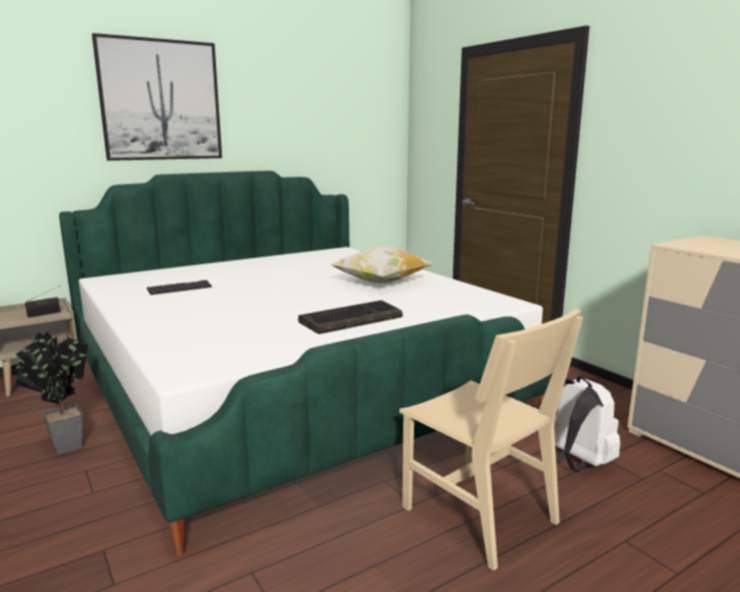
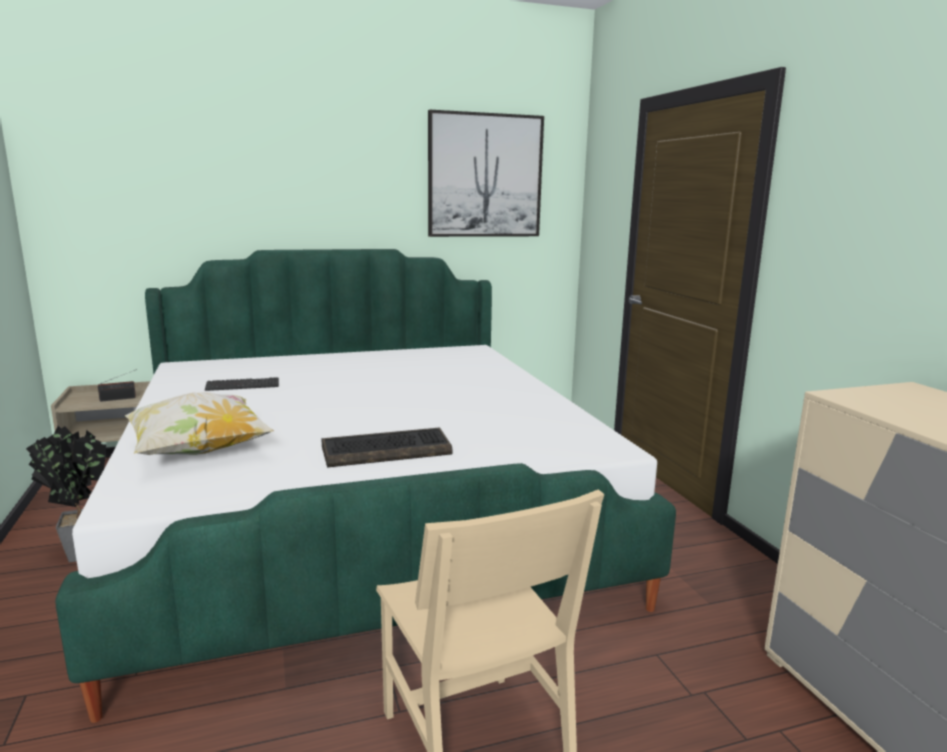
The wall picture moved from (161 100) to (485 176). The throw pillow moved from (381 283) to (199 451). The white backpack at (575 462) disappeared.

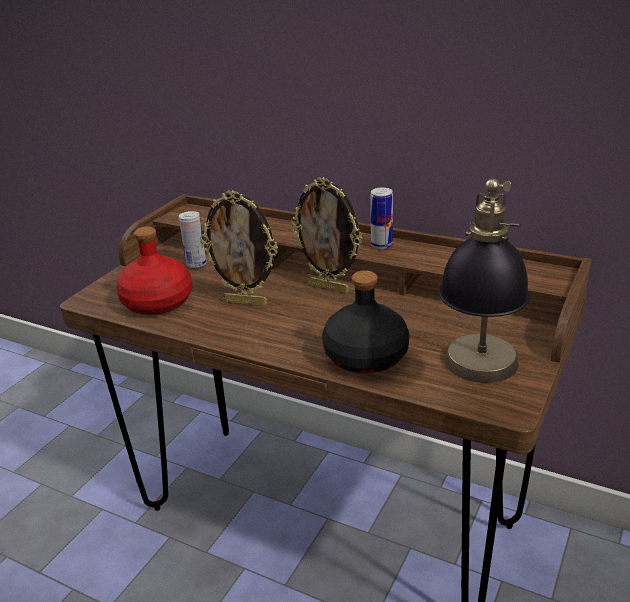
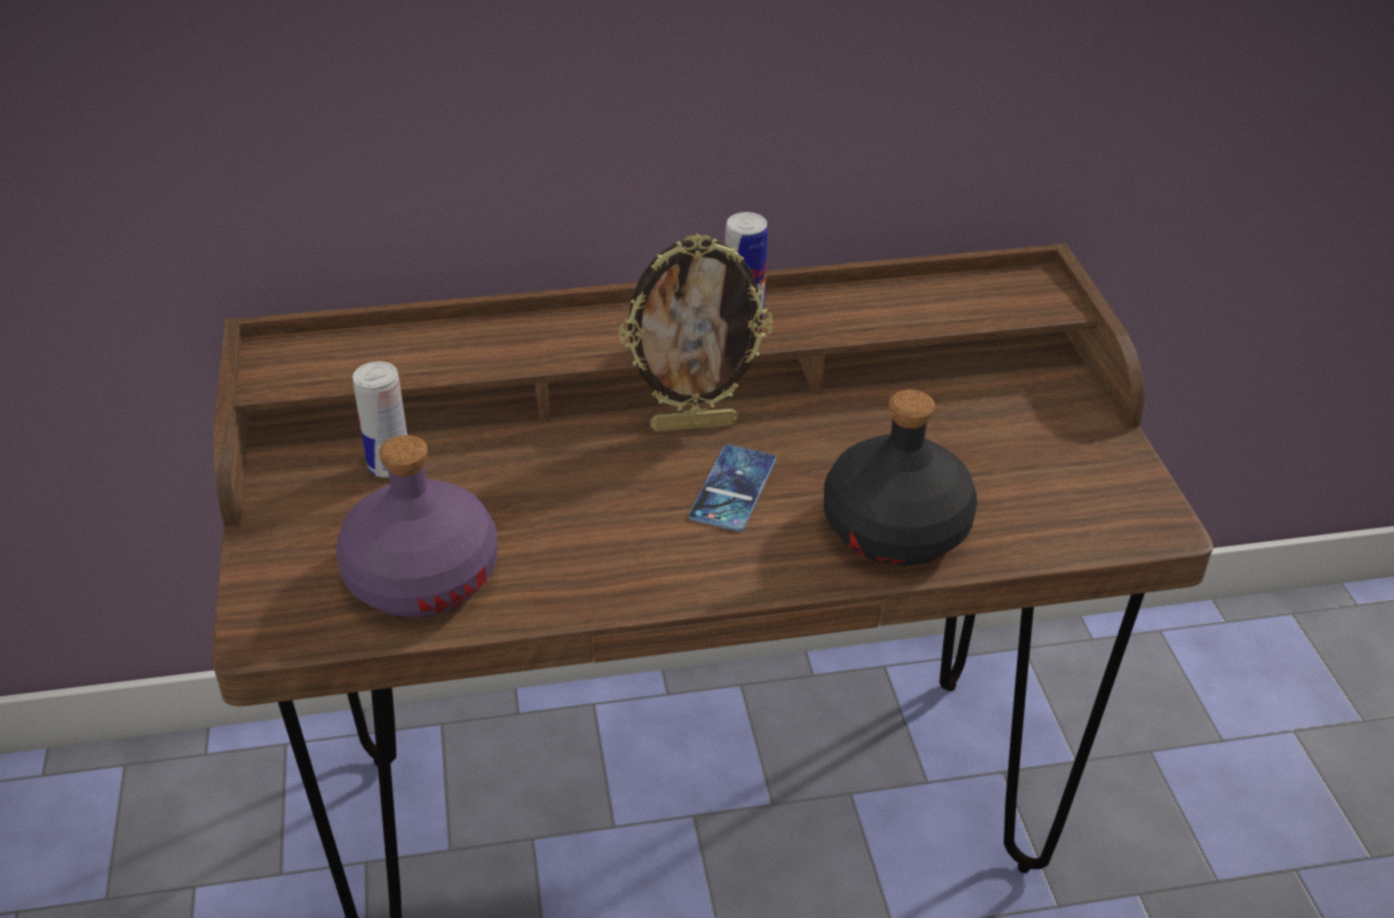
The tabletop lamp at (478 380) disappeared. The standing frame at (246 302) disappeared. The red drink bottle at (158 302) became the purplish drink bottle at (421 575). The handset at (733 488) appeared.

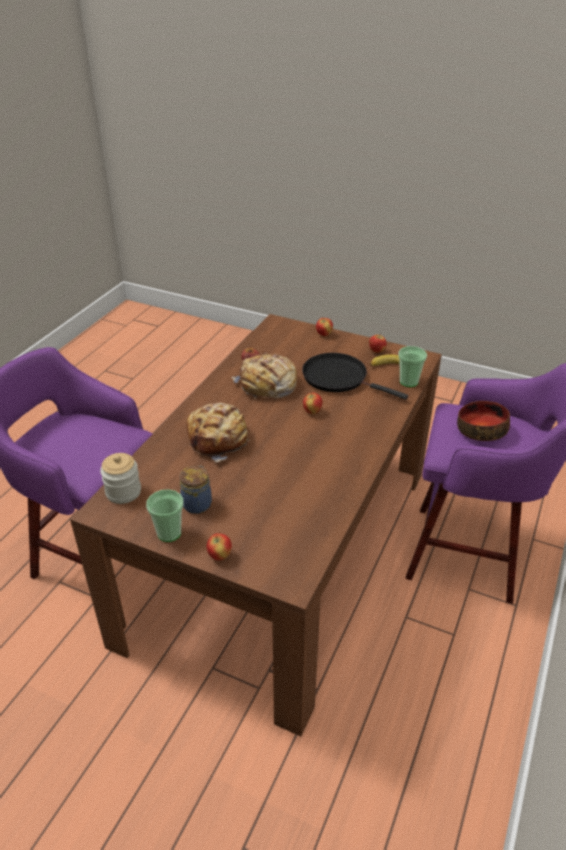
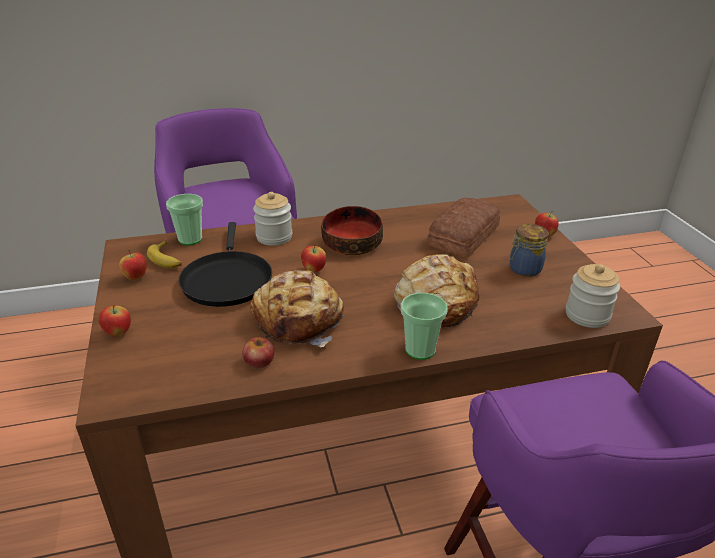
The bowl moved from (481 429) to (351 243). The small cup moved from (169 533) to (420 350). The jar at (274 237) appeared. The bakery bread at (465 236) appeared.

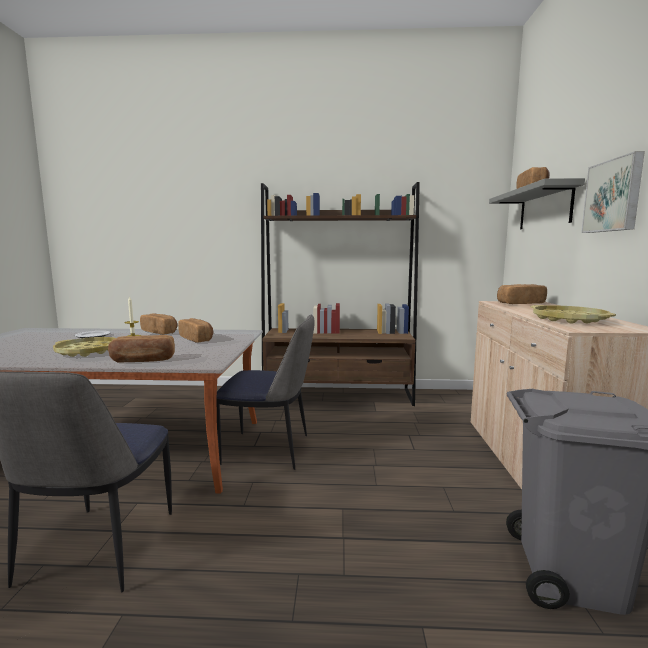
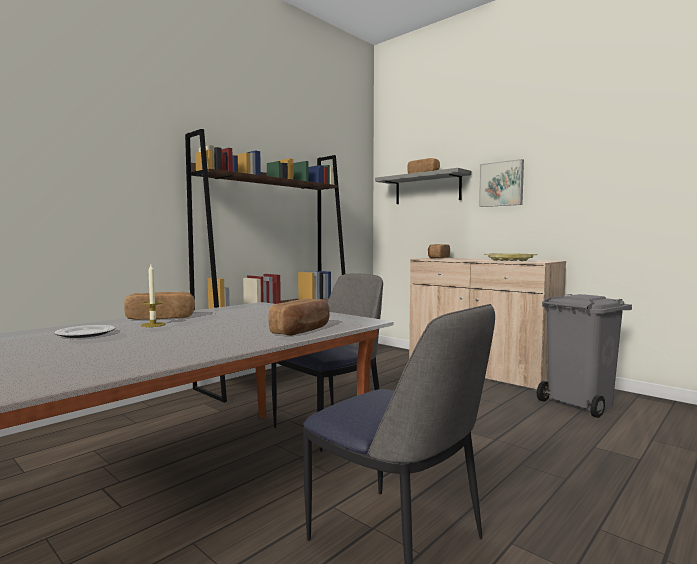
The bakery bread at (197 339) disappeared. The yellow-coloured carrying tray at (88 351) disappeared.

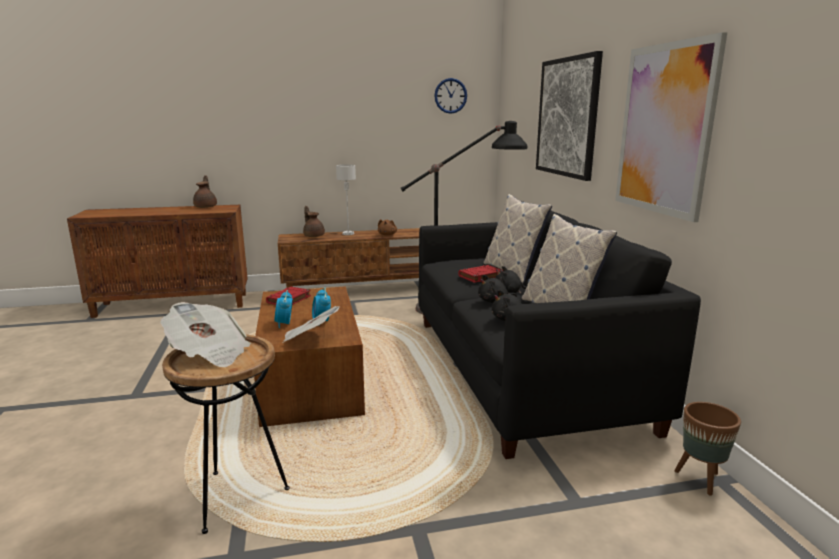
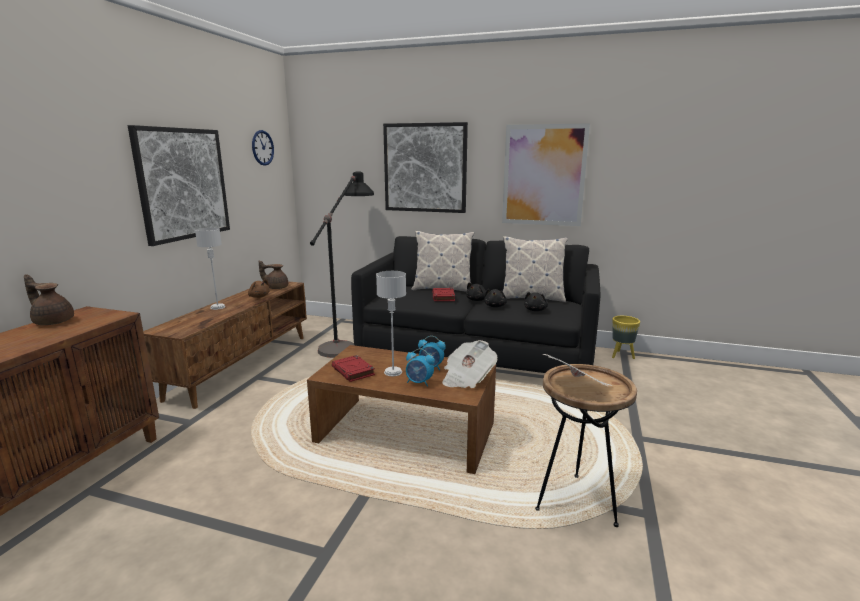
The brownish tea pot moved from (313 236) to (276 287). The brownish planter at (700 480) became the yellow-coloured planter at (621 356). The wall picture at (183 184) appeared. The greyish tabletop lamp at (392 372) appeared.

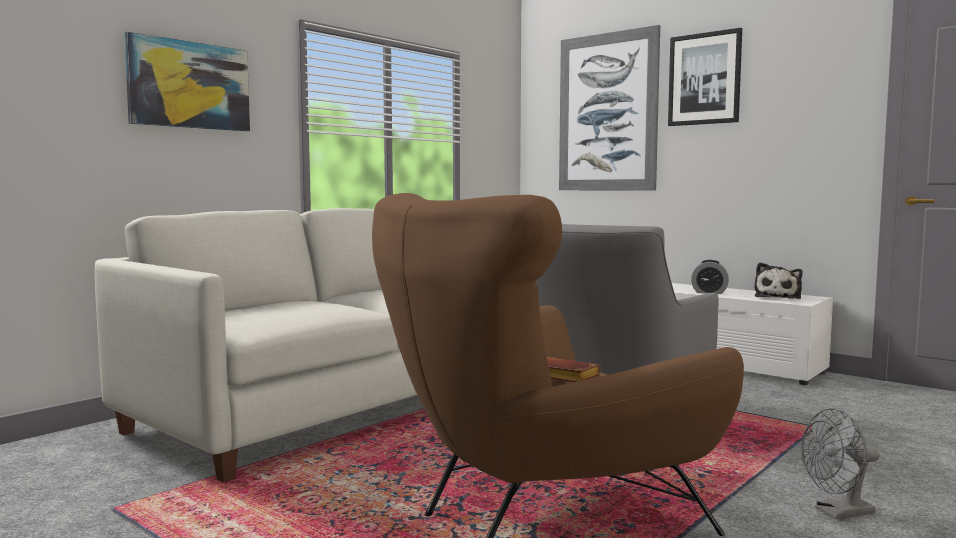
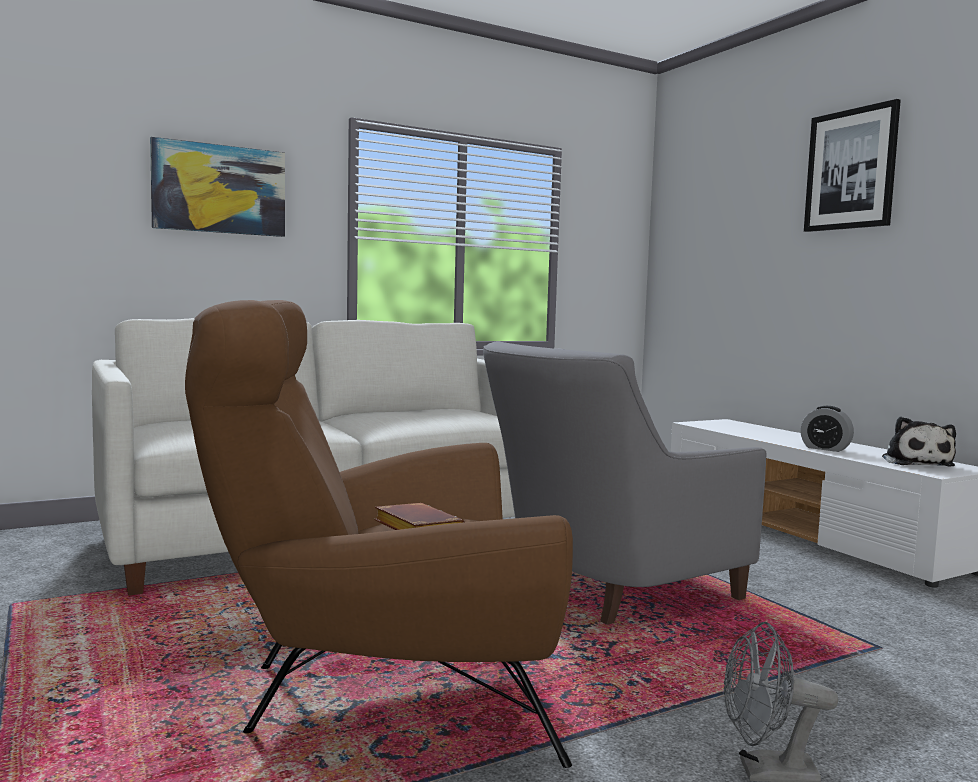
The wall picture at (607 112) disappeared. The soft toy at (778 297) turned 45 degrees counterclockwise.

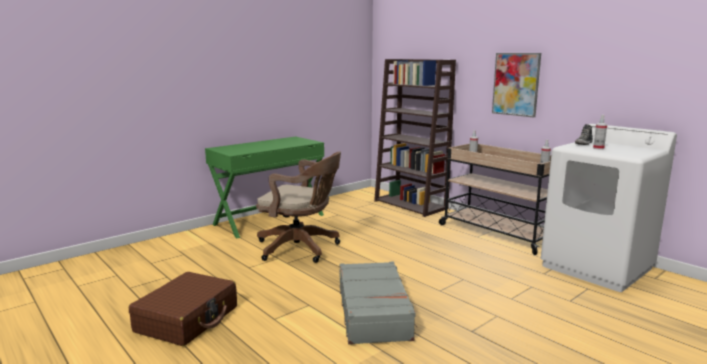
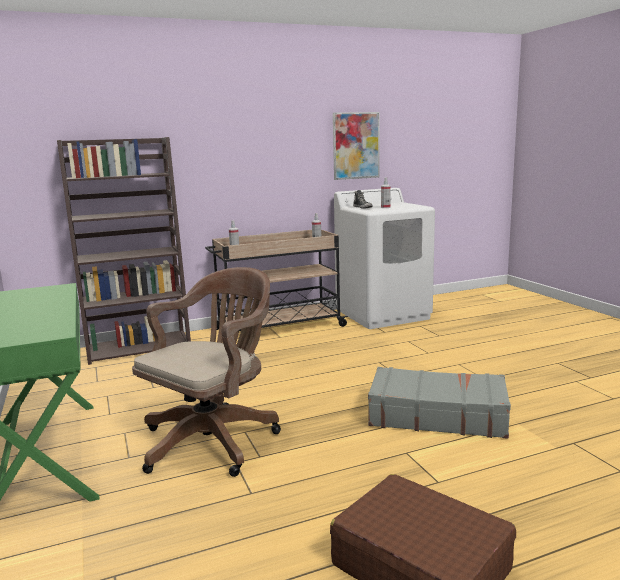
The wall picture moved from (516 84) to (356 145).

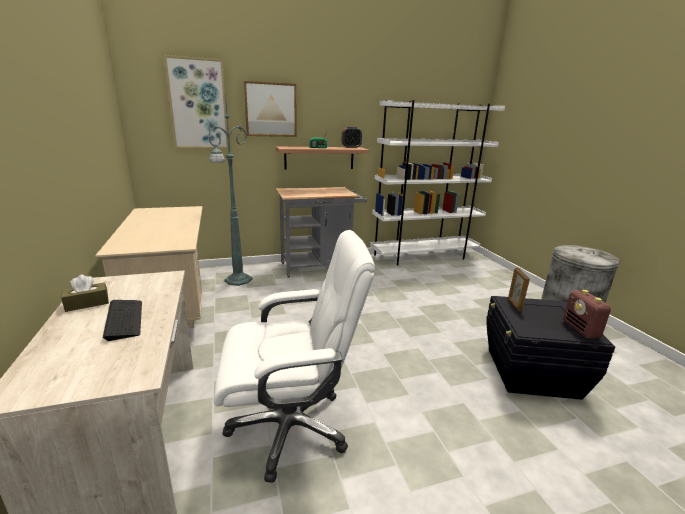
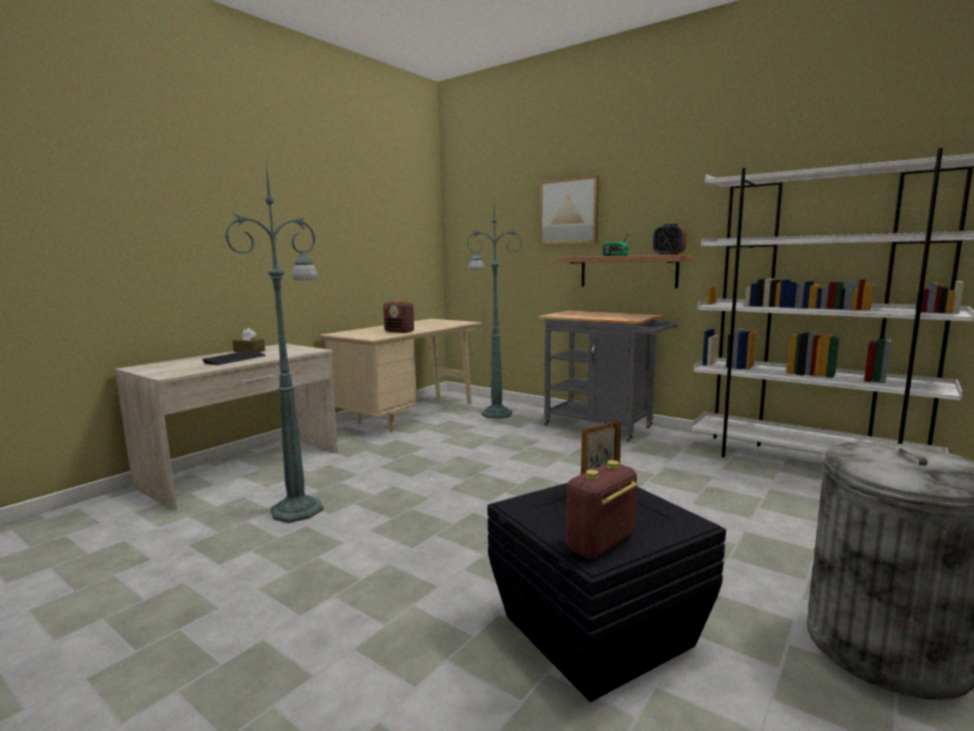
The wall picture at (198 104) disappeared. The white office chair at (291 426) was replaced by the green-coloured standing lamp at (300 509). The radio set at (399 331) appeared.

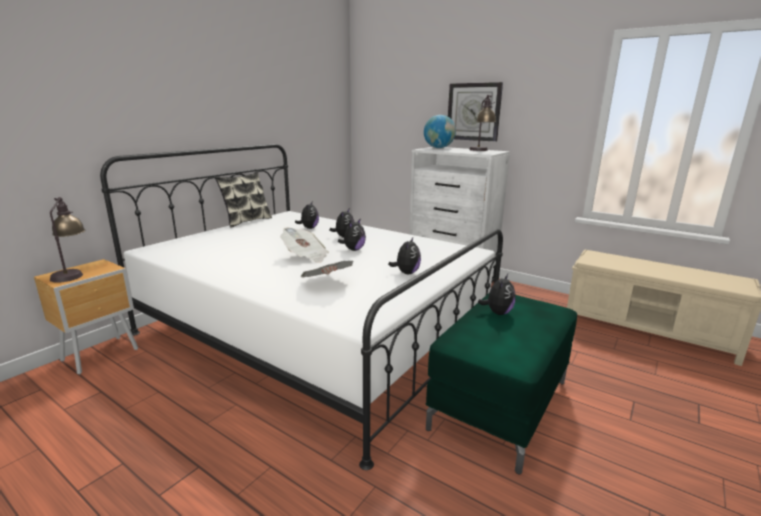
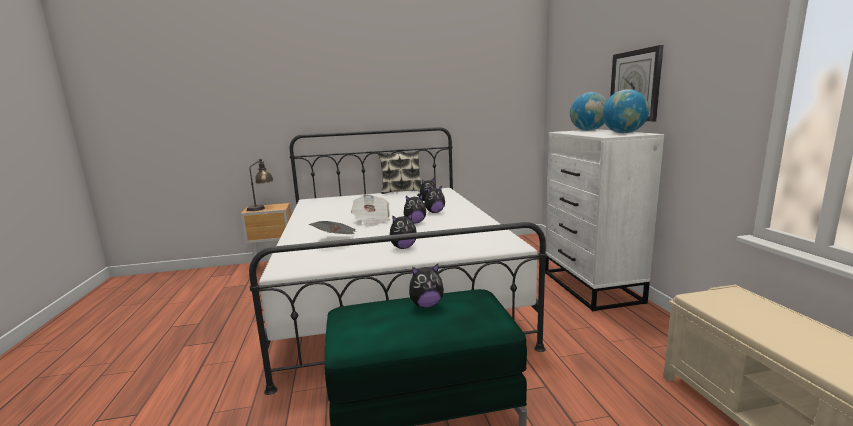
The tabletop lamp at (481 150) was replaced by the globe at (623 133).

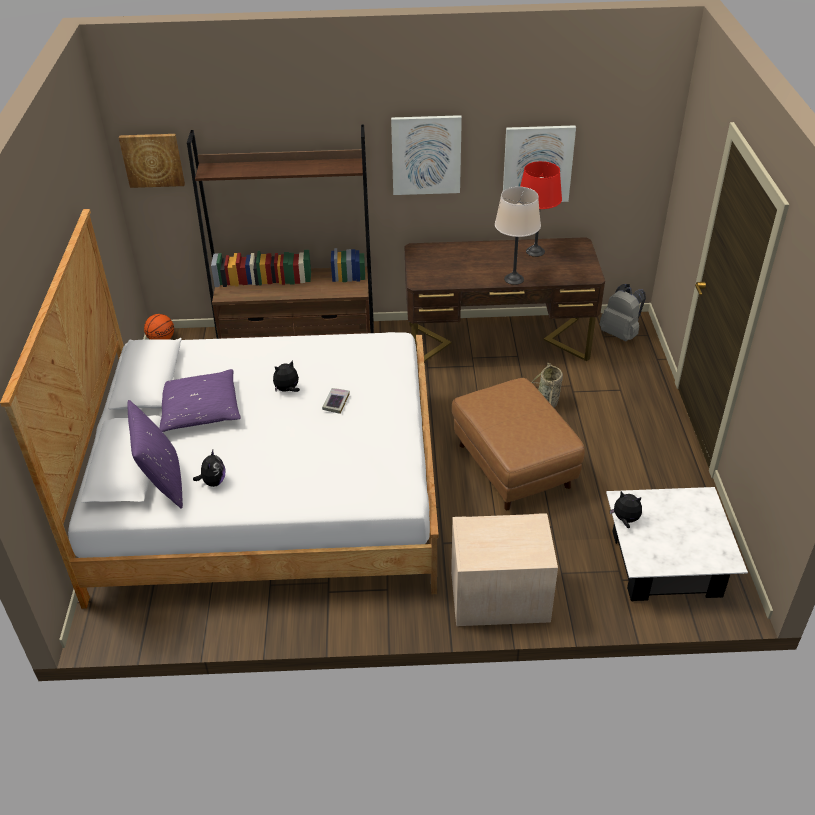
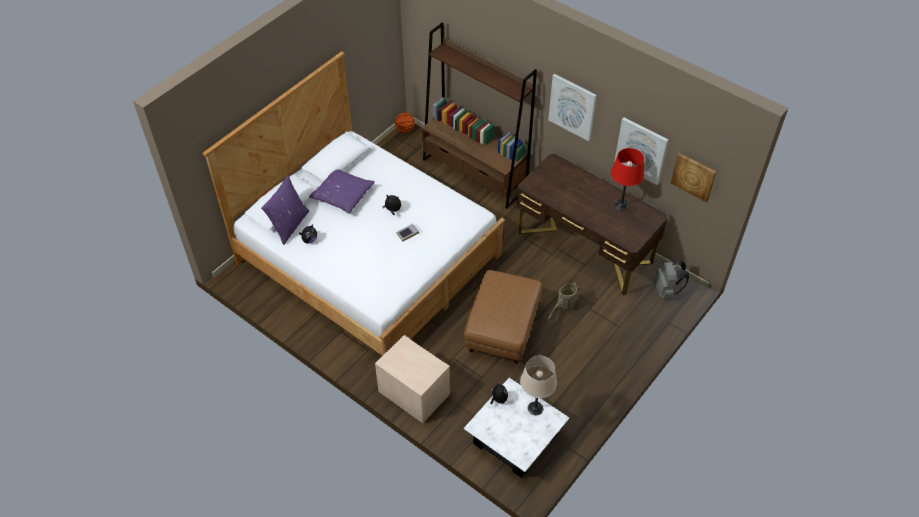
The wall picture moved from (152 160) to (694 176). The beige tabletop lamp moved from (514 279) to (535 408).

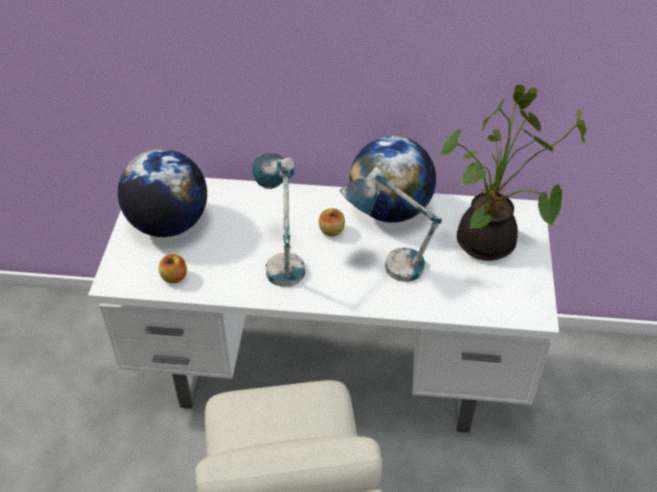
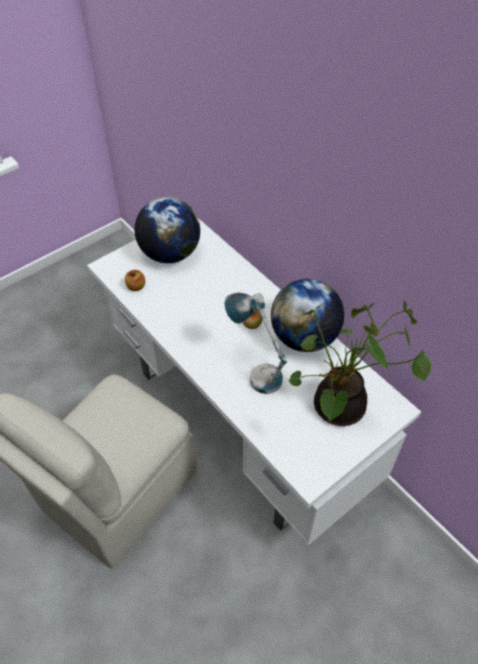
The tabletop lamp at (281 259) disappeared.

